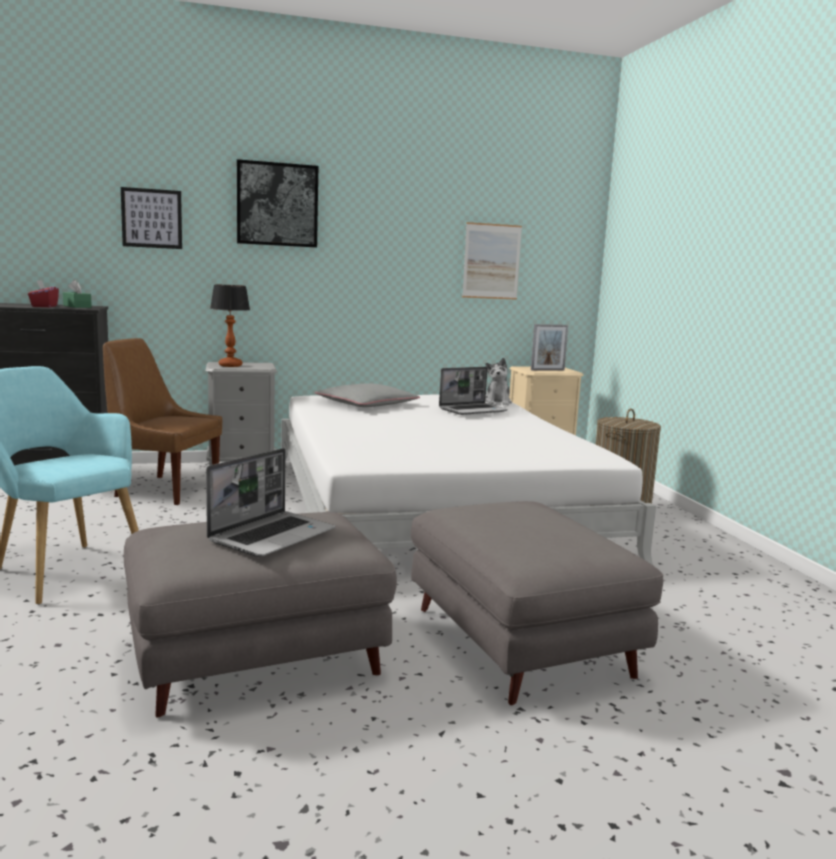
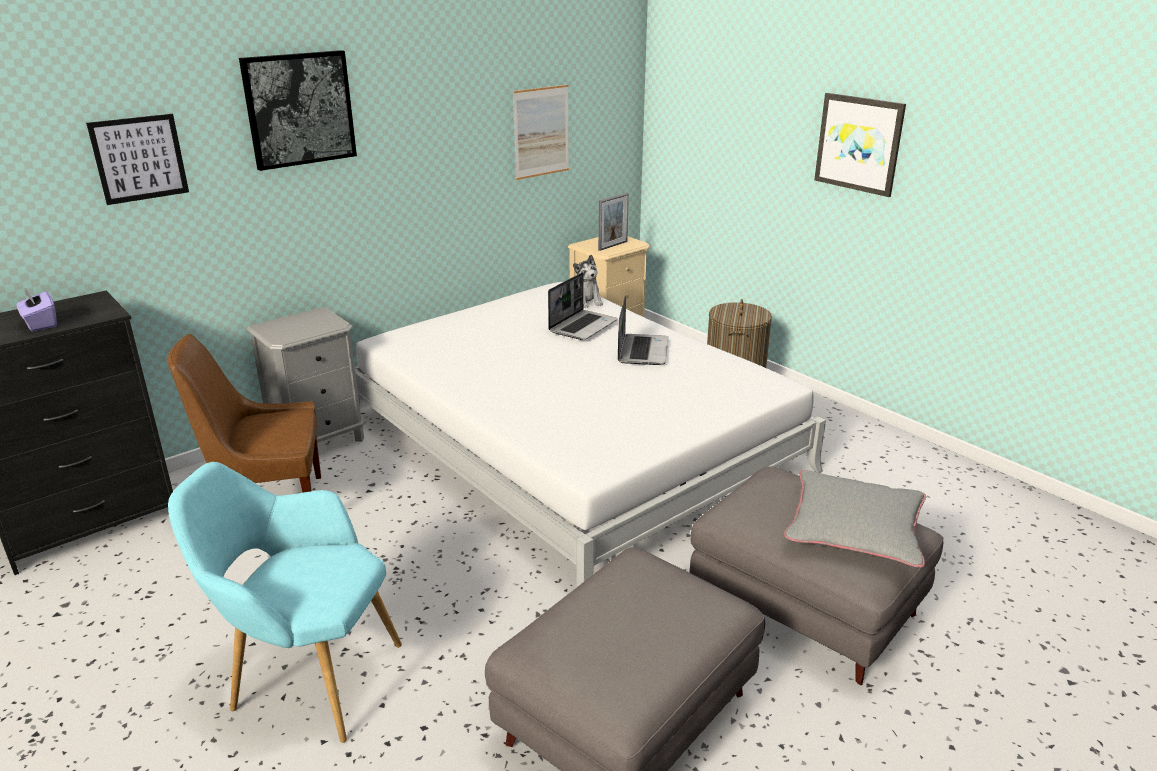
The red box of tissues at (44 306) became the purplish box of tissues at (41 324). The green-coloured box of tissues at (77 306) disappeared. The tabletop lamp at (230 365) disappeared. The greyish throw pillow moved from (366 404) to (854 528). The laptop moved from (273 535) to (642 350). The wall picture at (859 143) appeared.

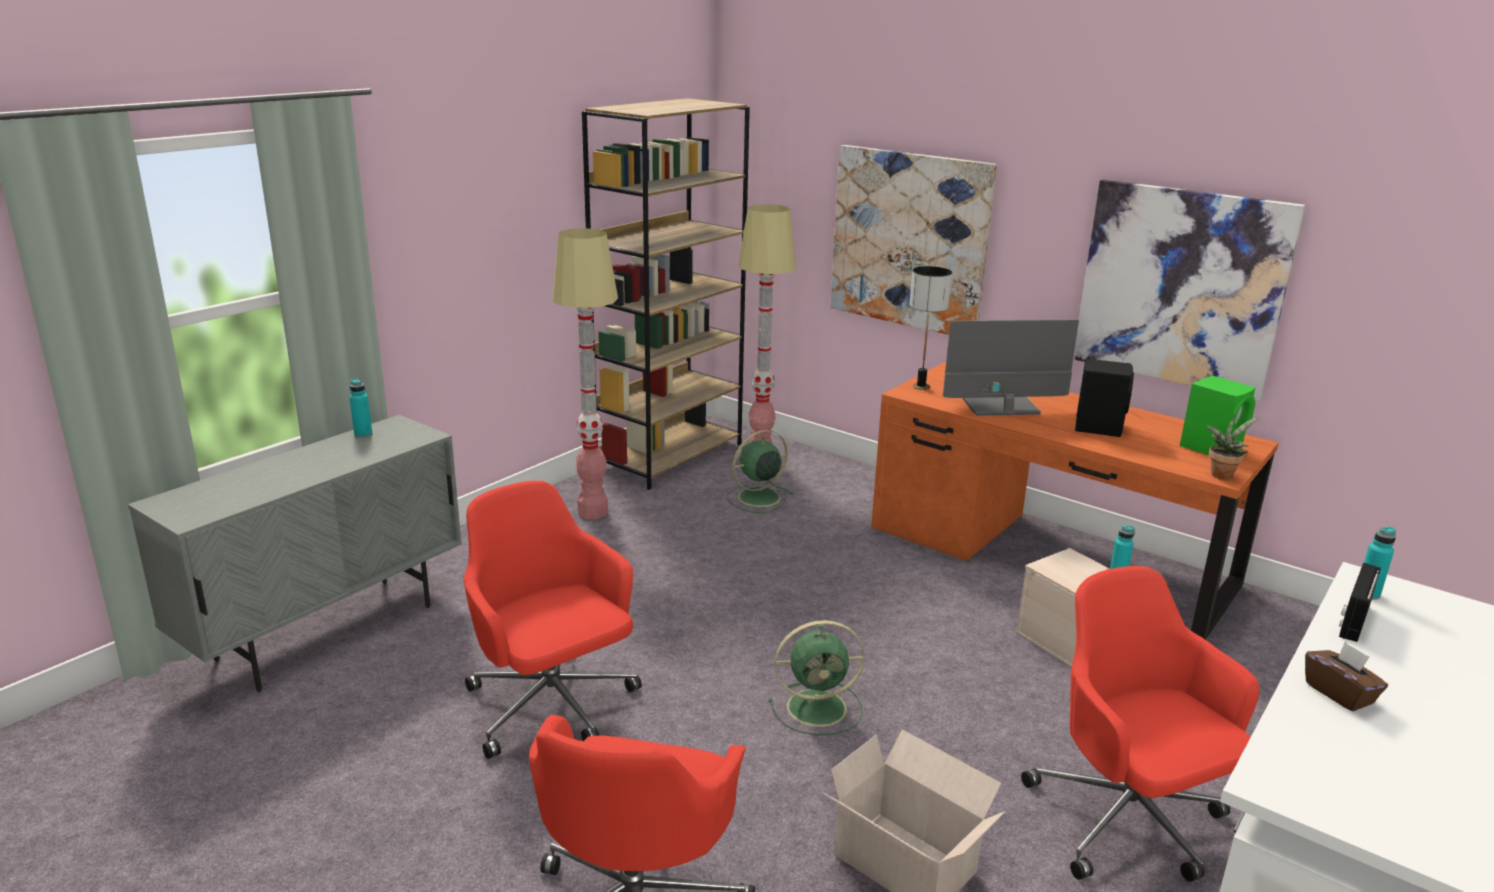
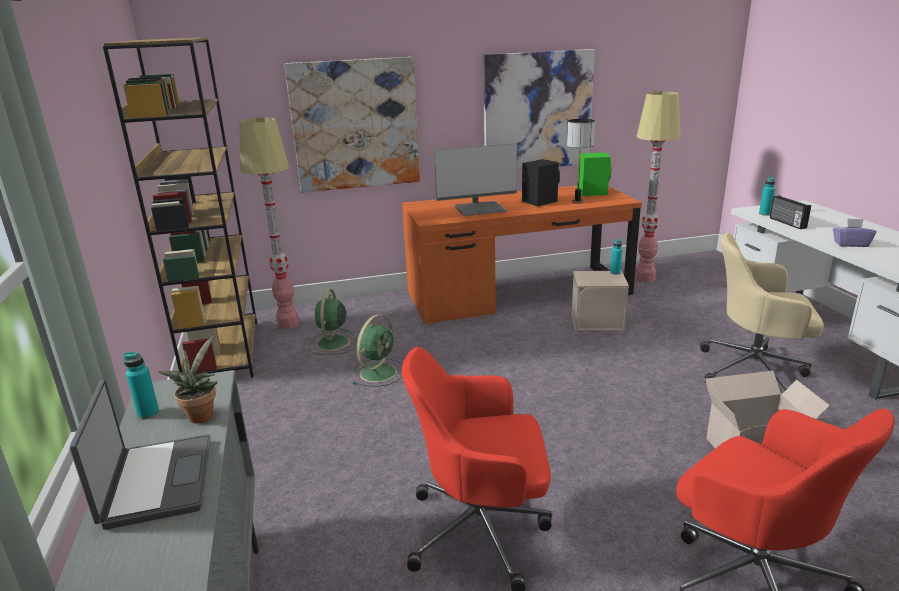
The standing lamp moved from (592 512) to (645 278). The tabletop lamp moved from (921 387) to (577 201). The computer screen at (998 404) turned 135 degrees counterclockwise. The potted plant moved from (1222 474) to (201 414). The red office chair at (1128 822) became the beige office chair at (755 371). The green-coloured electric fan moved from (819 708) to (379 372). The brownish box of tissues at (1339 694) became the purplish box of tissues at (850 244). The laptop at (156 482) appeared.

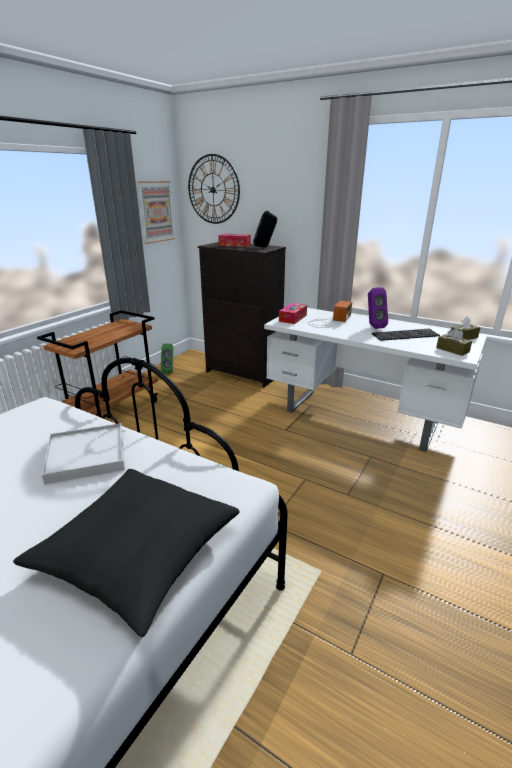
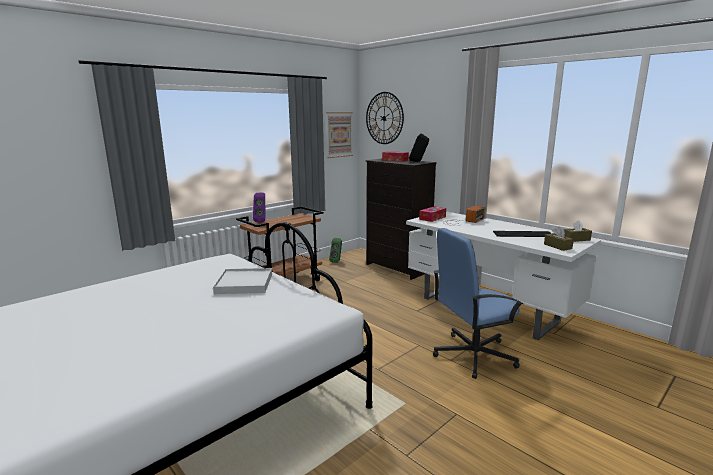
The purplish speaker moved from (373 326) to (261 221). The blackish throw pillow at (137 552) disappeared. The bluish office chair at (473 355) appeared.

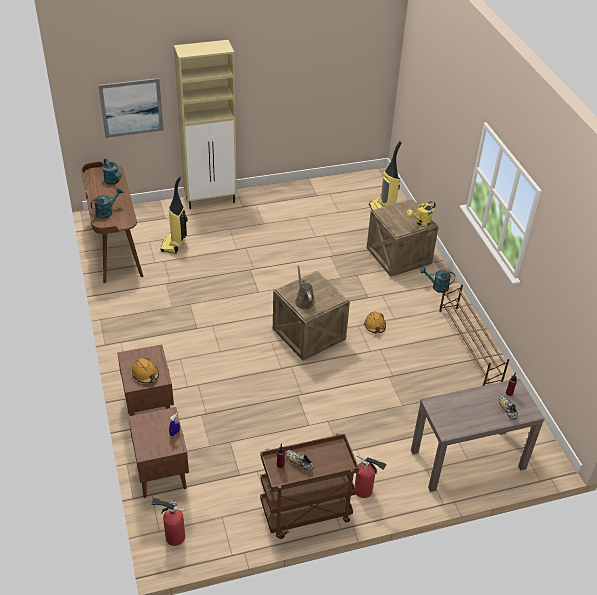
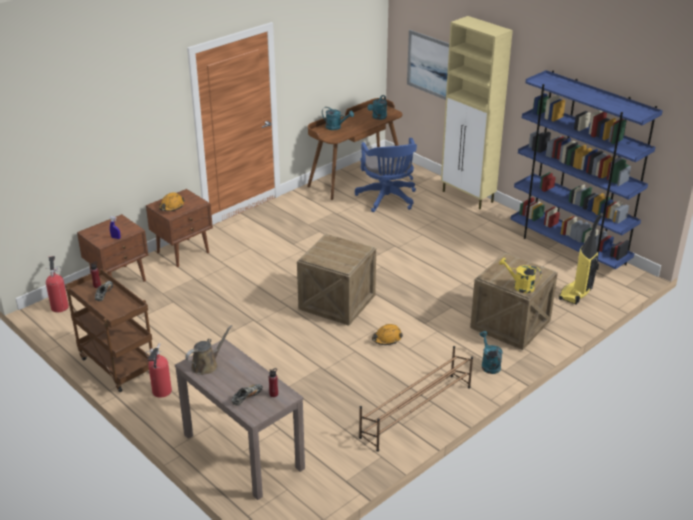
The vacuum at (174 244) was replaced by the bluish office chair at (387 200). The brownish watering can moved from (304 300) to (207 365). The bluish bookcase at (569 248) appeared.

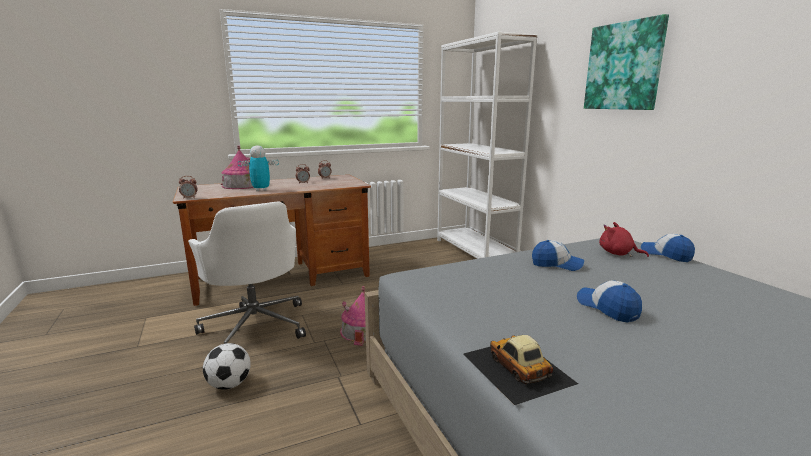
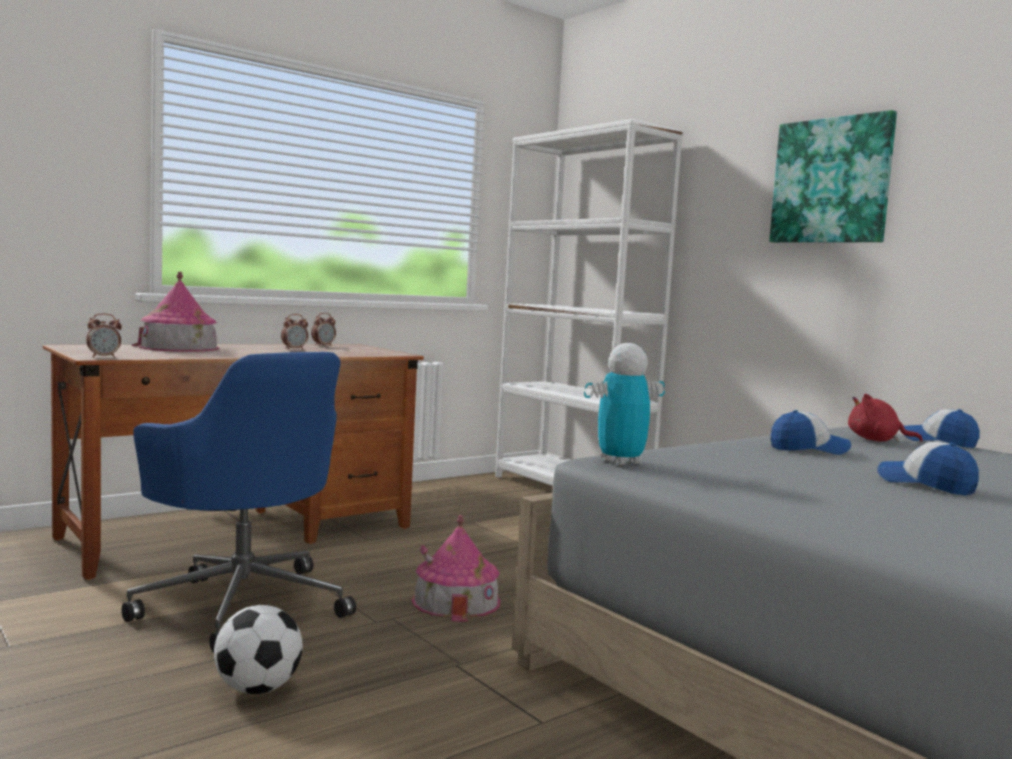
The robot figure moved from (261 190) to (620 462). The white office chair at (256 326) became the bluish office chair at (242 604). The toy car at (517 368) disappeared.

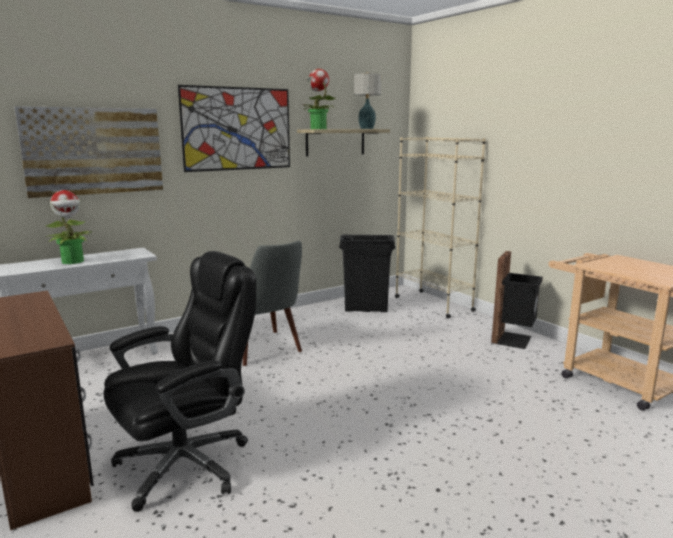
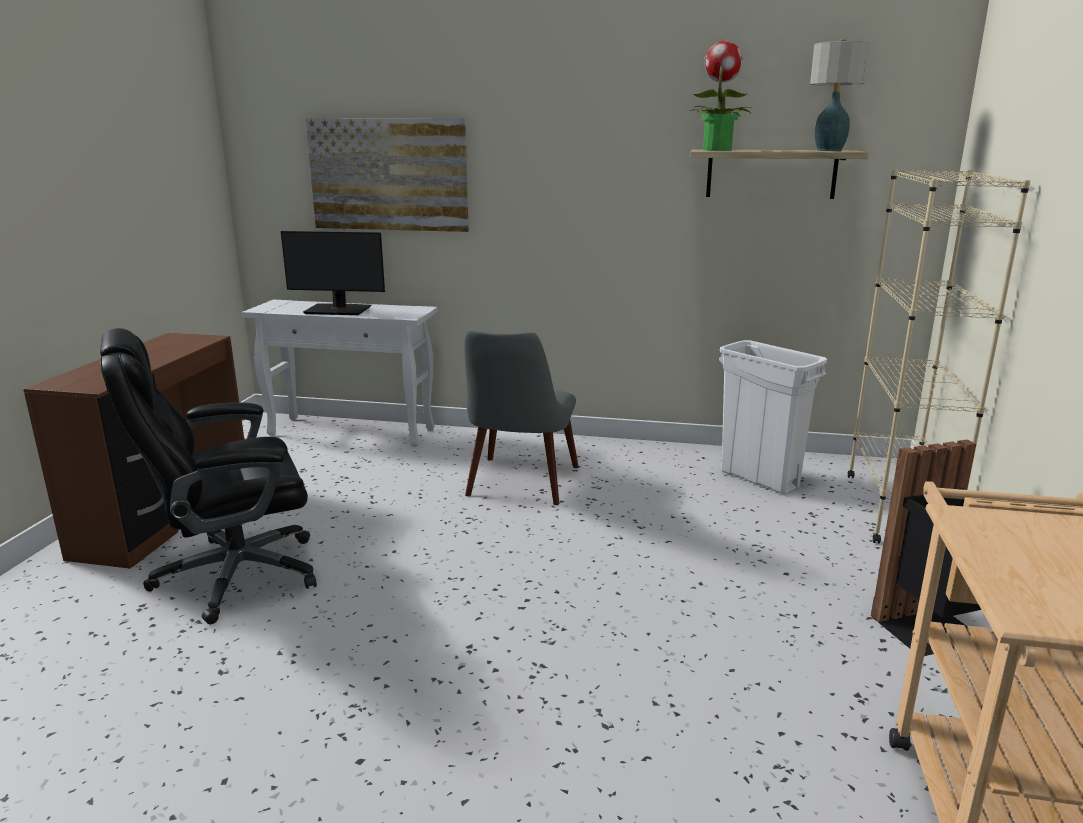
The wall picture at (237 129) disappeared. The potted plant at (73 261) was replaced by the computer screen at (338 310). The blackish rubbish bin at (366 309) became the white rubbish bin at (759 479). The blackish office chair at (186 464) turned 150 degrees clockwise.

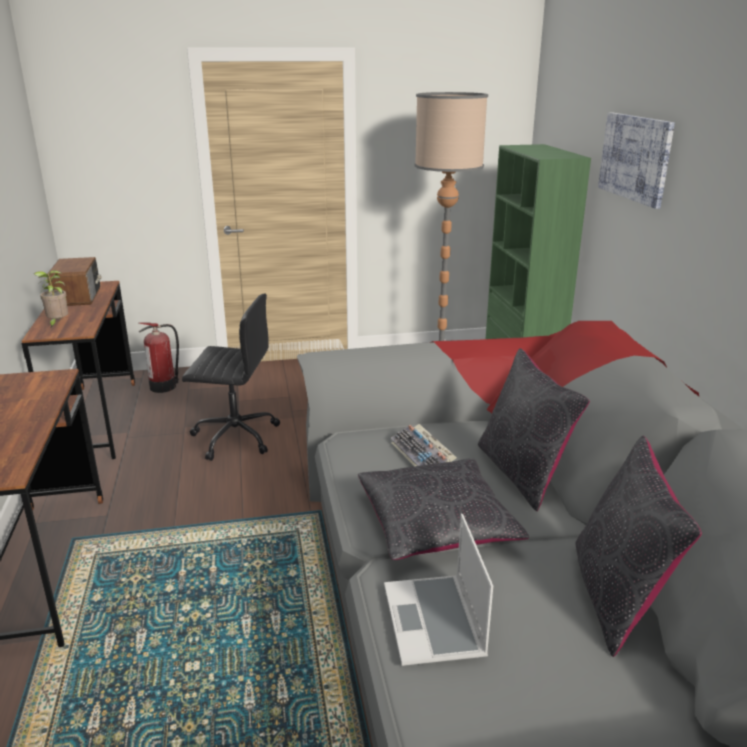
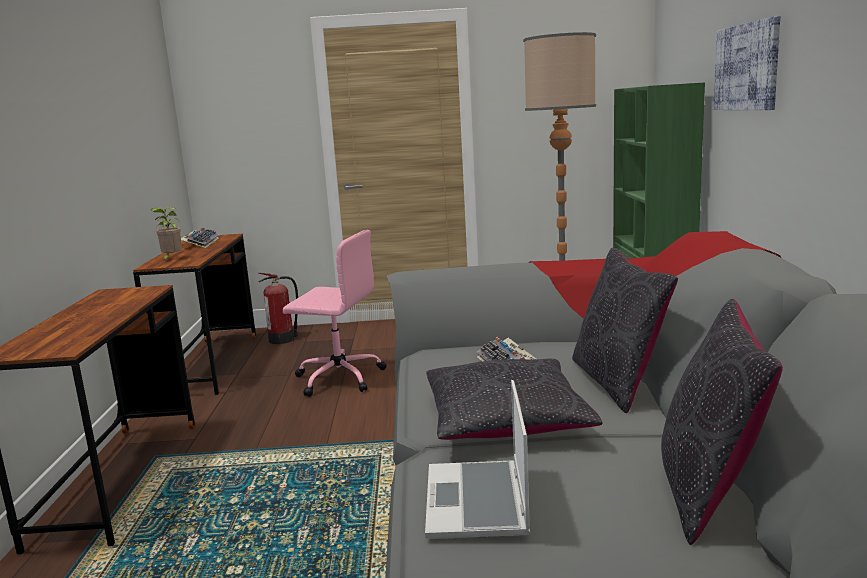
The radio set at (79 296) was replaced by the keyboard at (200 243). The blackish office chair at (234 436) became the pinkish office chair at (338 378).

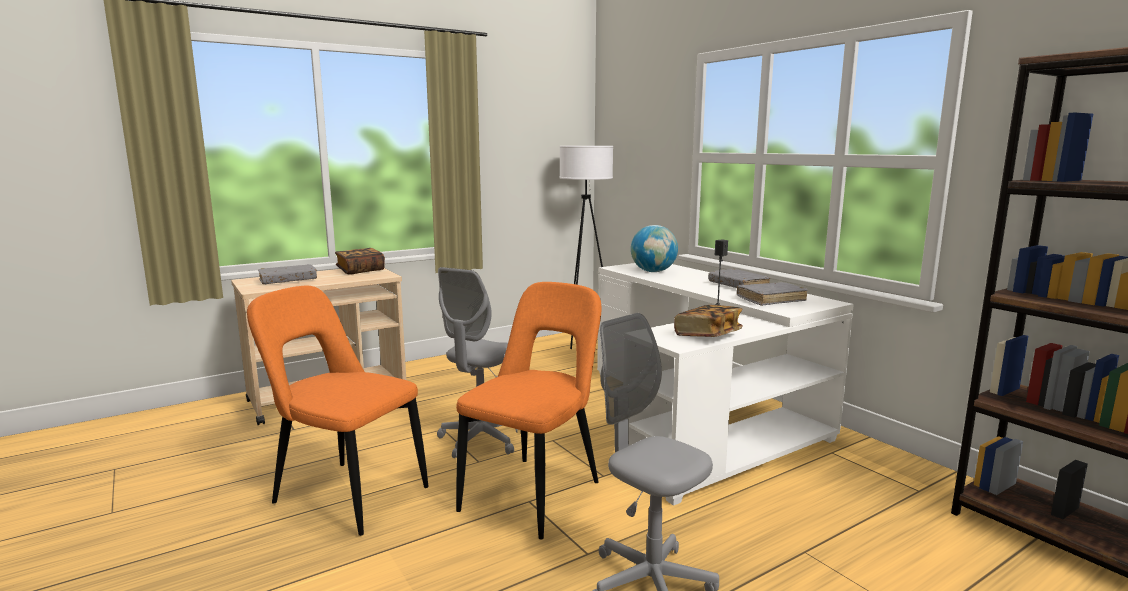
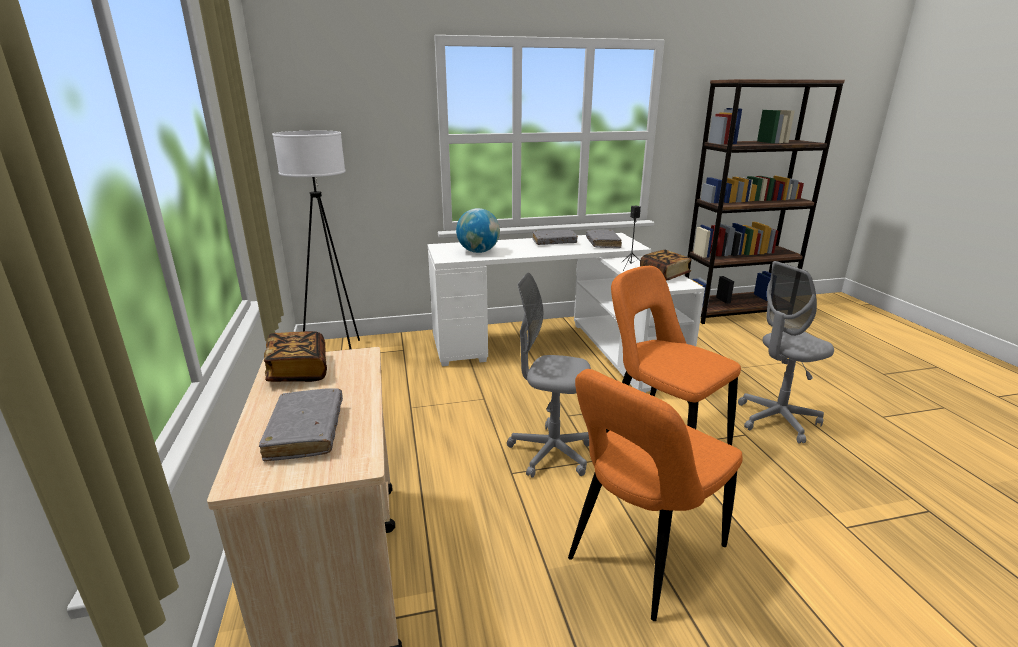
The greyish office chair at (481 440) turned 150 degrees clockwise.

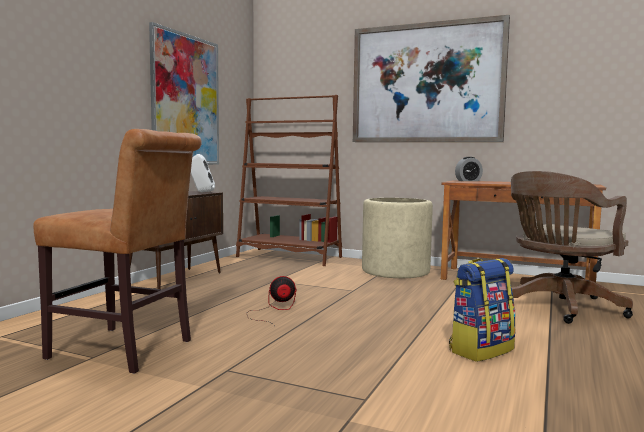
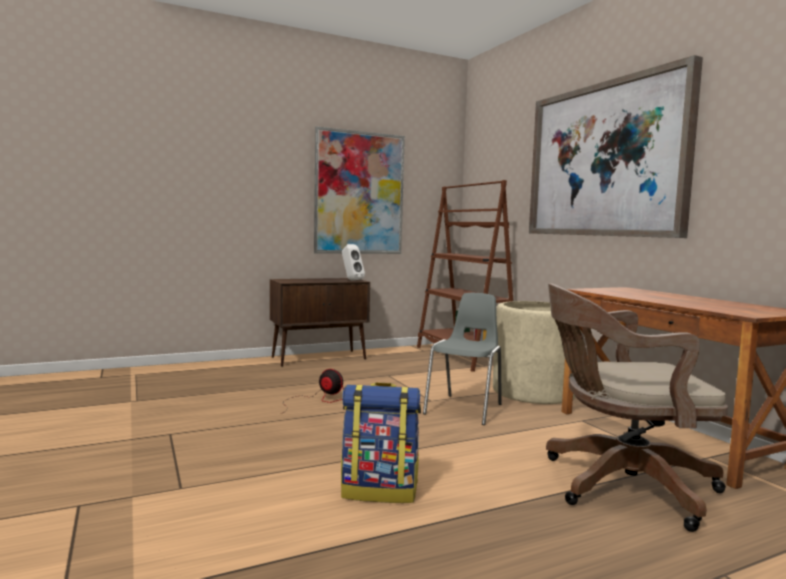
The brownish upright chair at (127 351) disappeared. The alarm clock at (468 181) disappeared. The greyish upright chair at (465 409) appeared.

